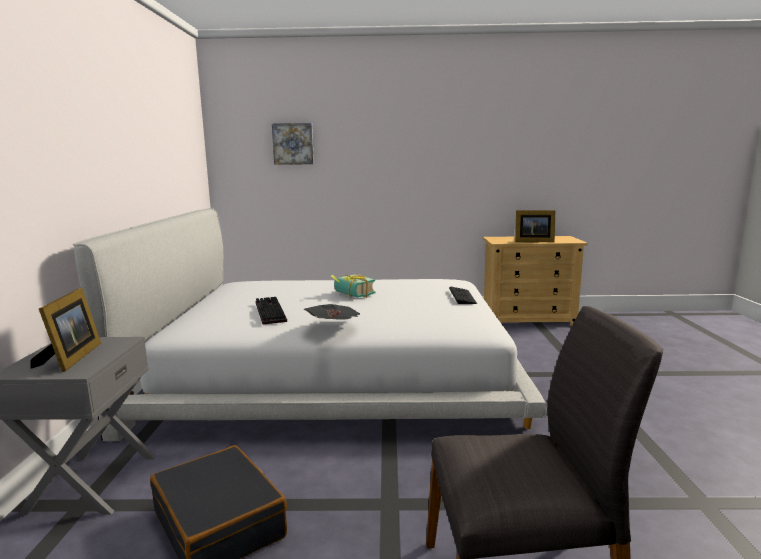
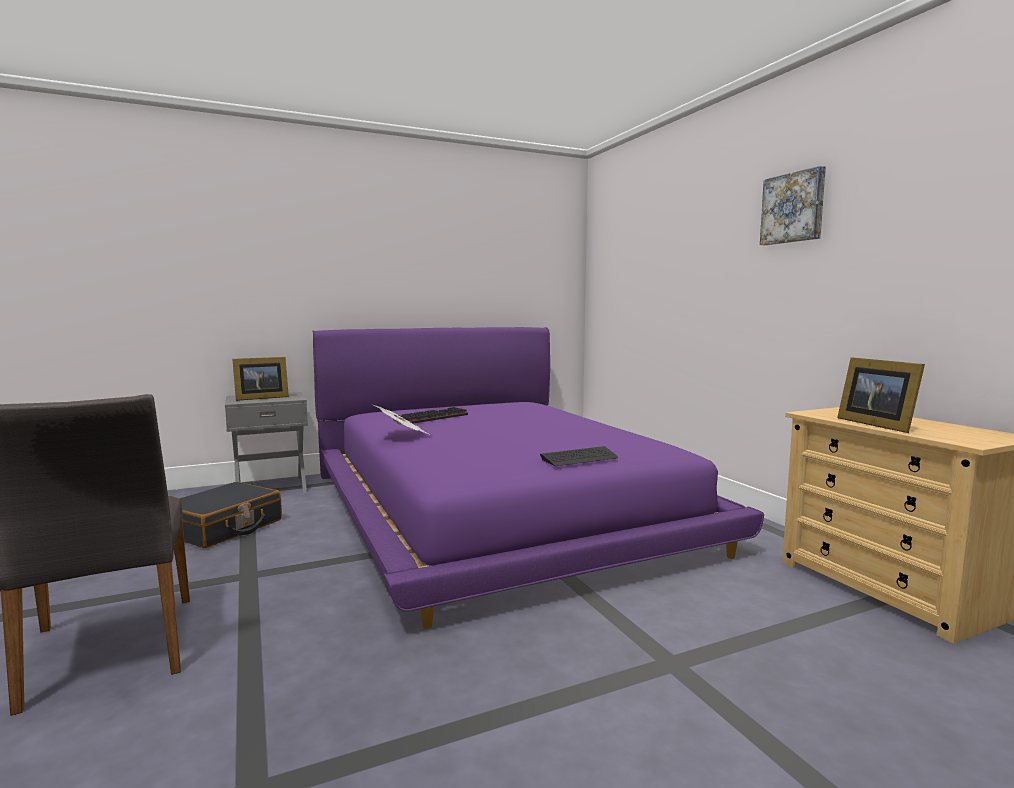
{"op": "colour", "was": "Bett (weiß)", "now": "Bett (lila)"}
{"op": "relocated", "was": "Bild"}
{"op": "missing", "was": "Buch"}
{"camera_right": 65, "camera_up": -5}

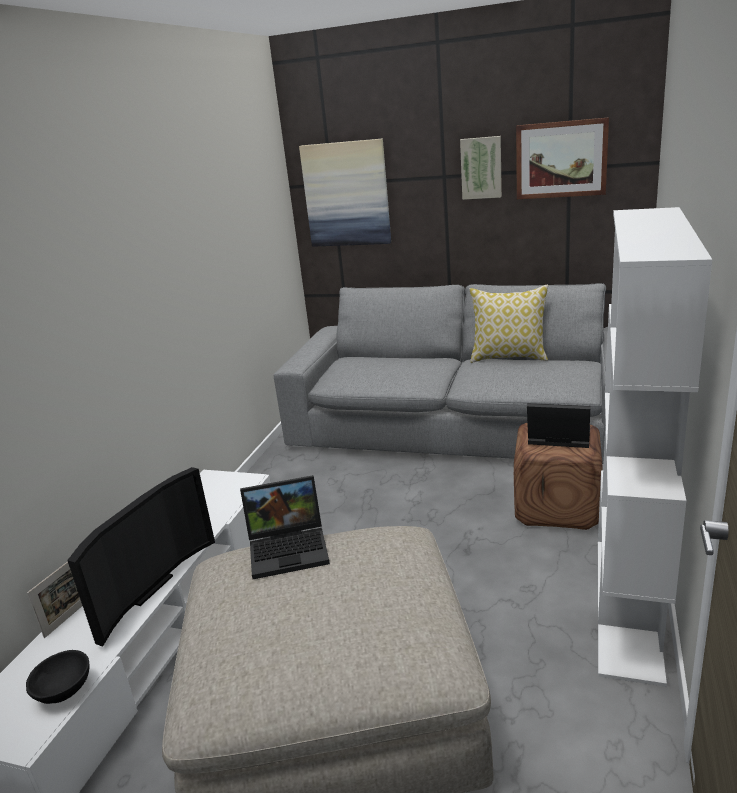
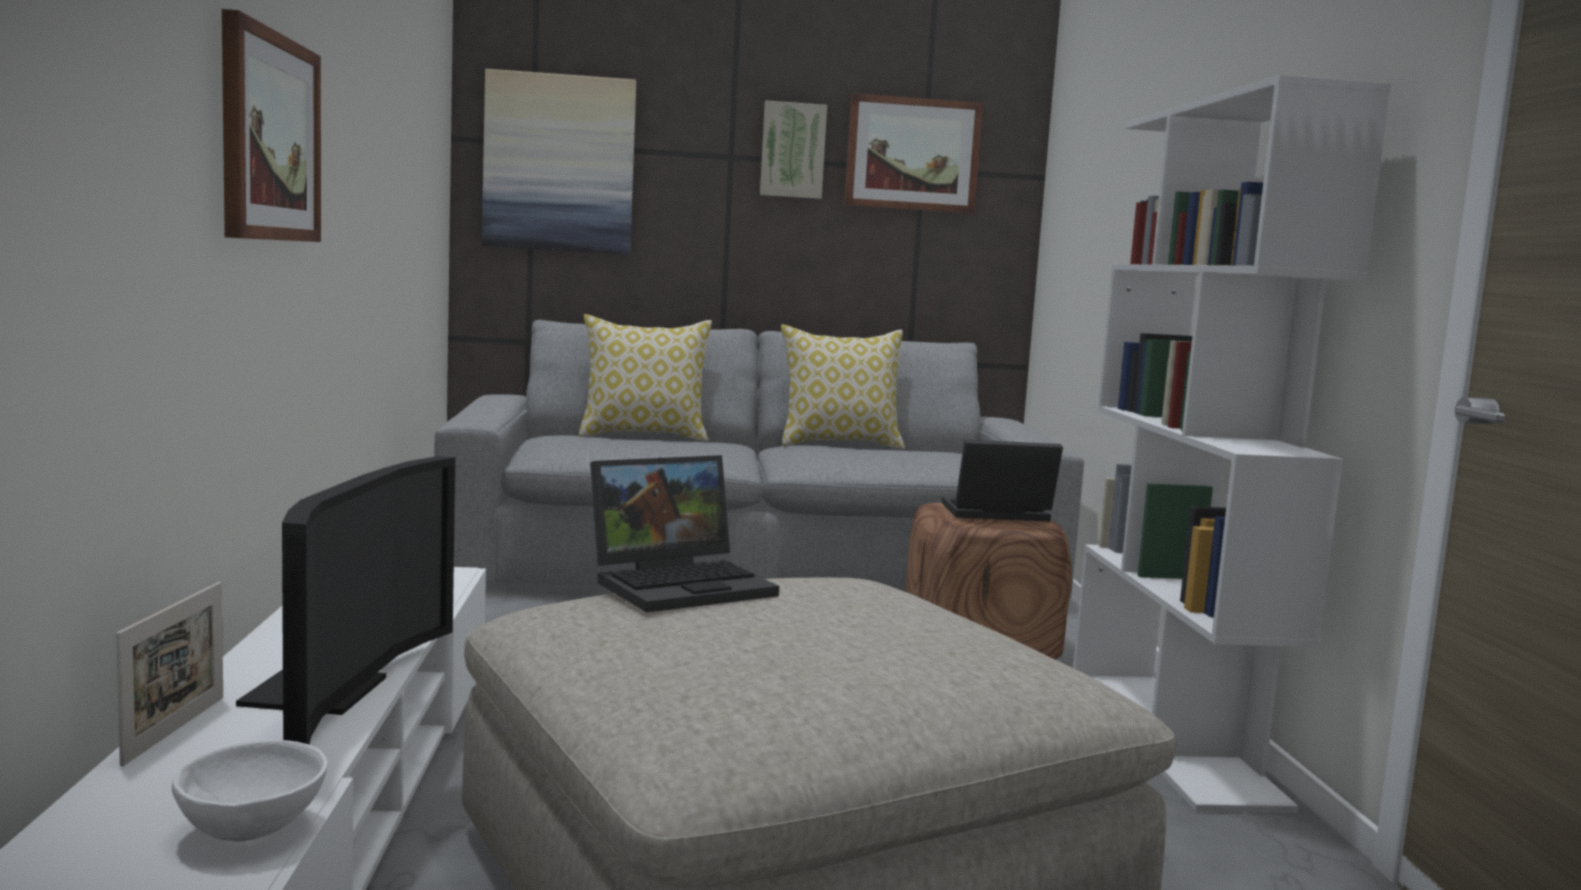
{"op": "colour", "was": "Schüssel (schwarz)", "now": "Schüssel (weiß)"}
{"op": "appeared", "now": "Bild (no. 1 from left)"}
{"op": "appeared", "now": "Kissen (no. 1 from left)"}
{"camera_right": -25, "camera_up": -15}

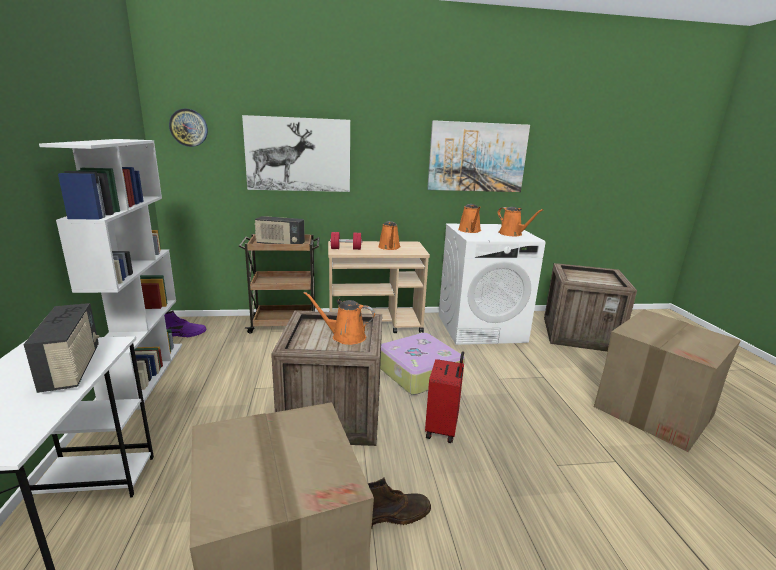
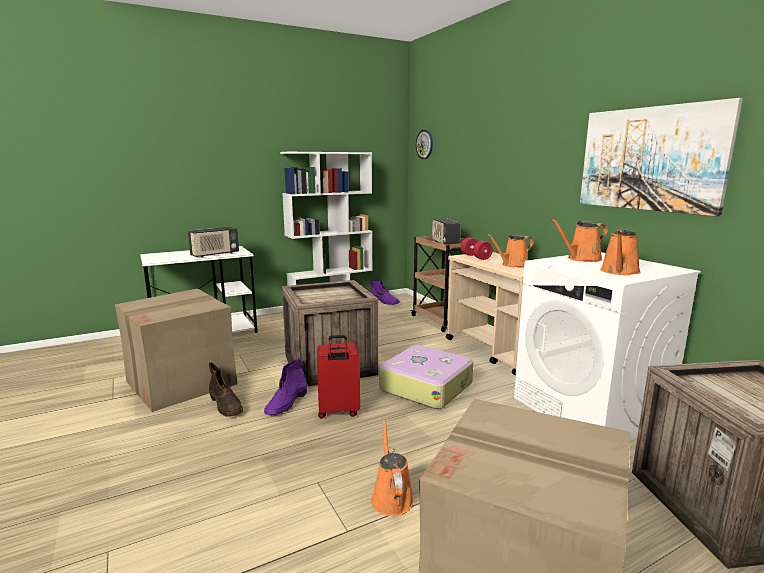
{"op": "appeared", "now": "Stiefel (lila) (no. 1 from left)"}
{"op": "relocated", "was": "Gießkanne (orange) (no. 1 from left)"}
{"op": "missing", "was": "Bild (no. 1 from left)"}
{"camera_right": 70, "camera_up": -5}

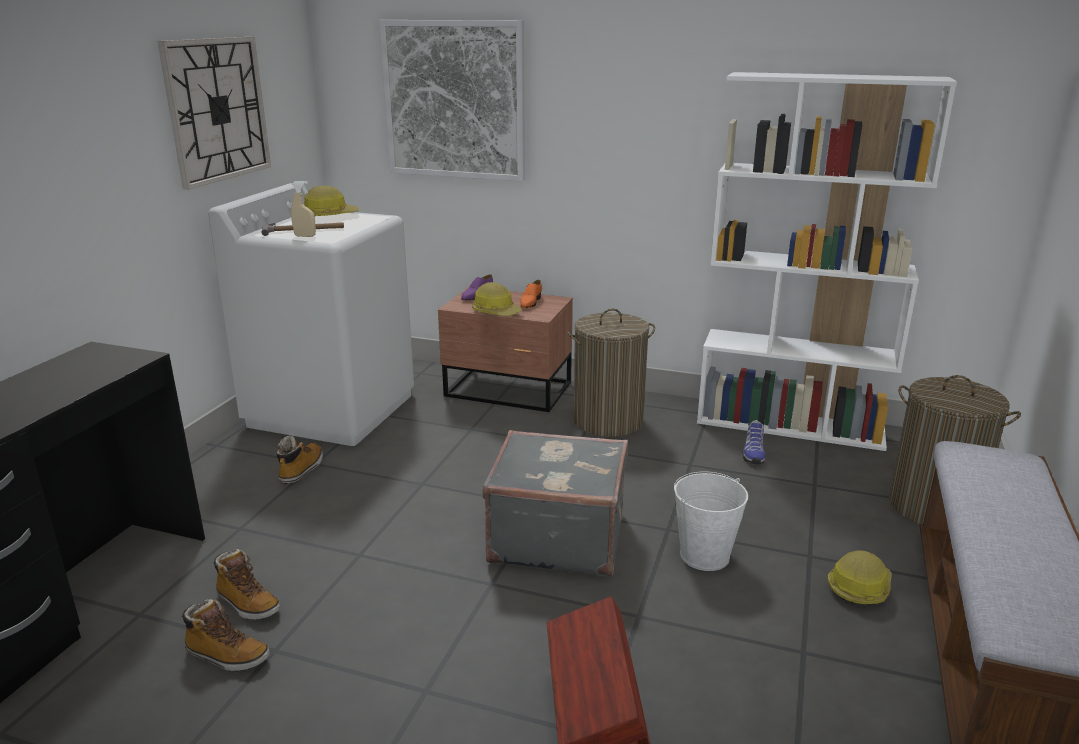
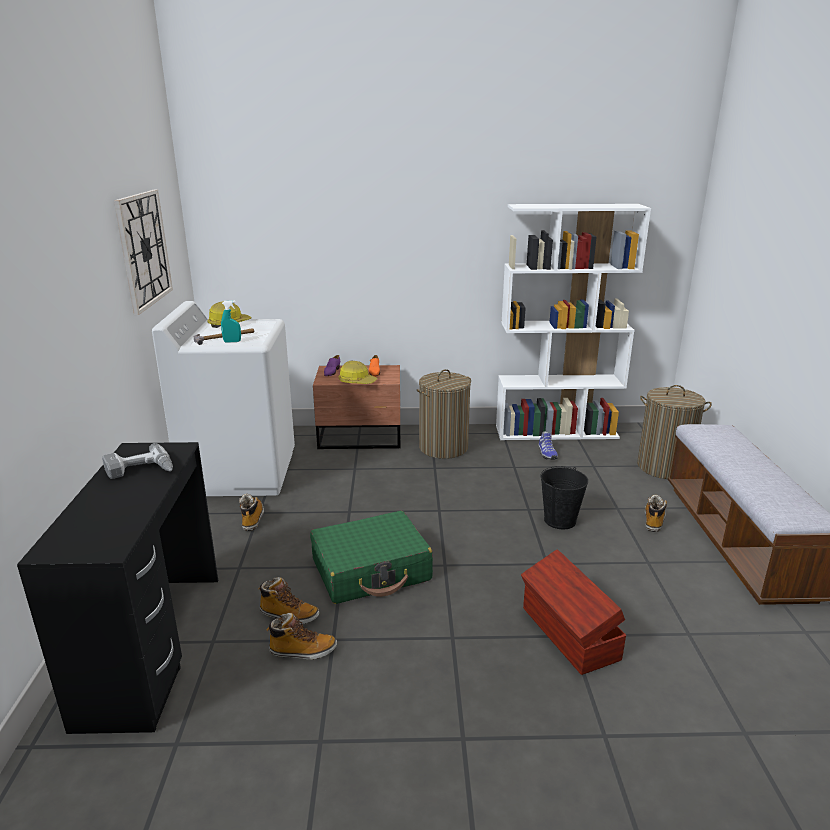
{"op": "appeared", "now": "Bohrmaschine"}
{"op": "colour", "was": "Sprühflasche (beige)", "now": "Sprühflasche (türkis)"}
{"op": "appeared", "now": "Koffer (grün)"}
{"op": "colour", "was": "Eimer (weiß)", "now": "Eimer (schwarz)"}
{"op": "exchanged", "was": "Schutzhelm (no. 3 from left)", "now": "Stiefel (no. 4 from left)"}
{"op": "missing", "was": "Bild"}
{"op": "missing", "was": "Koffer (grau)"}
{"camera_right": -20, "camera_up": 0}

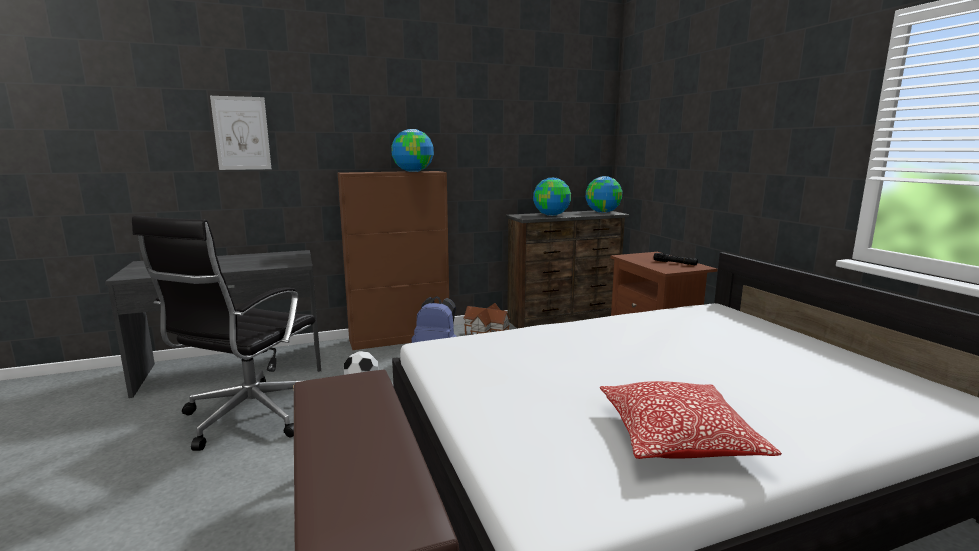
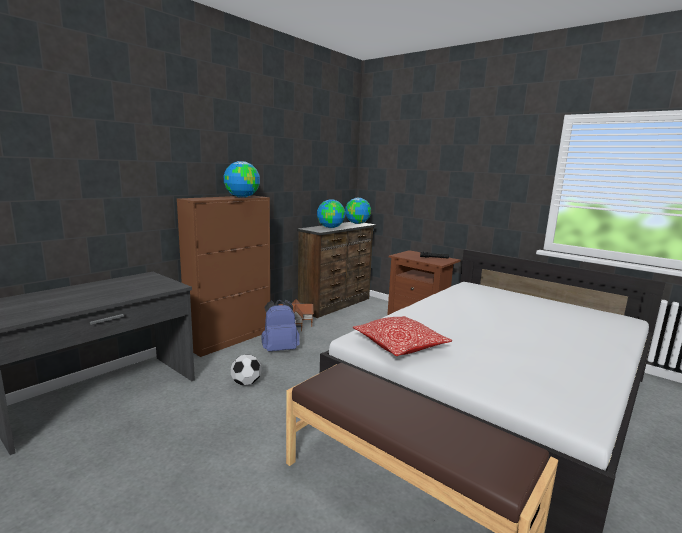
{"op": "relocated", "was": "Kissen"}
{"op": "missing", "was": "Bürostuhl (schwarz)"}
{"op": "missing", "was": "Bild"}
{"camera_right": -30, "camera_up": 0}

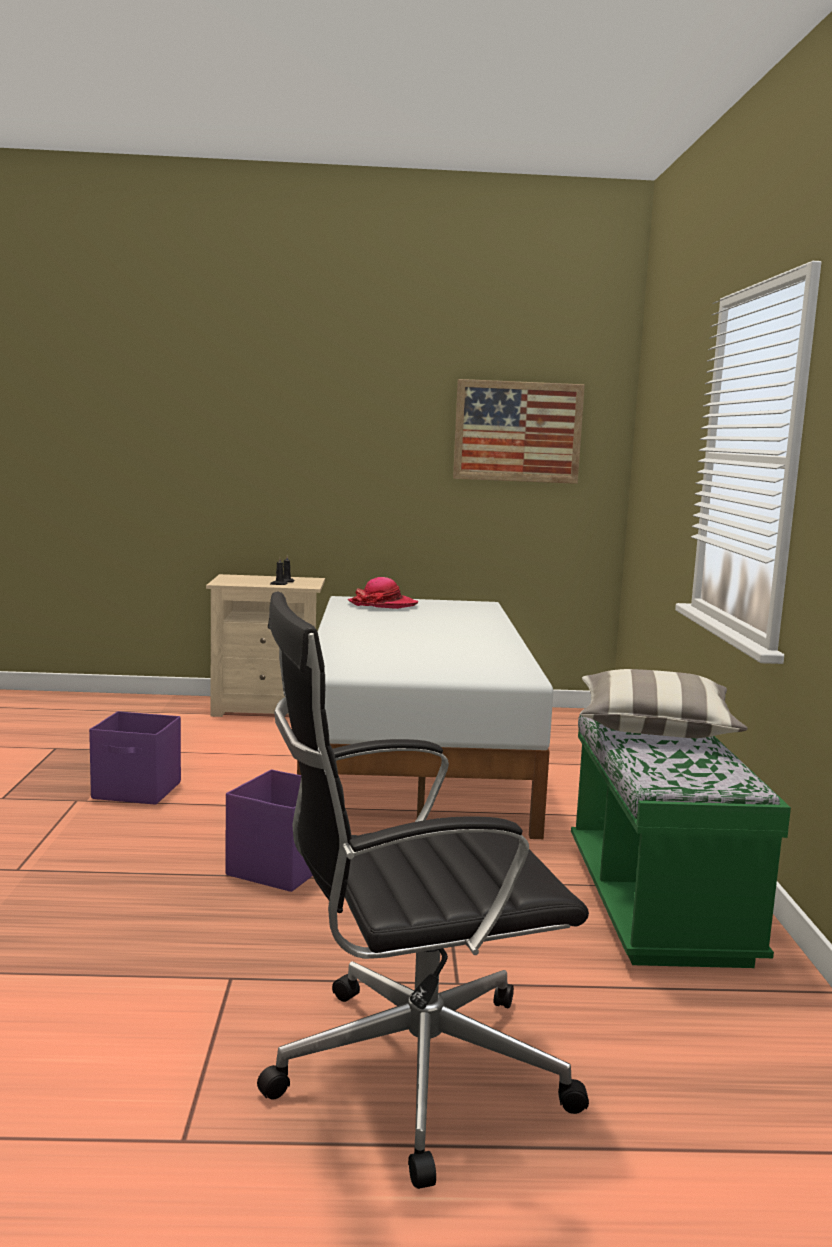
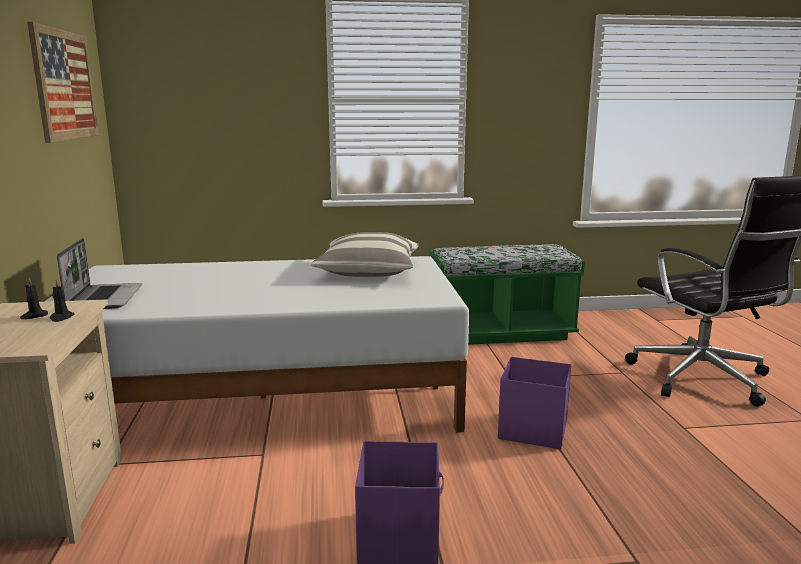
{"op": "exchanged", "was": "Hut", "now": "Laptop"}
{"op": "relocated", "was": "Kissen"}
{"camera_right": -95, "camera_up": 5}

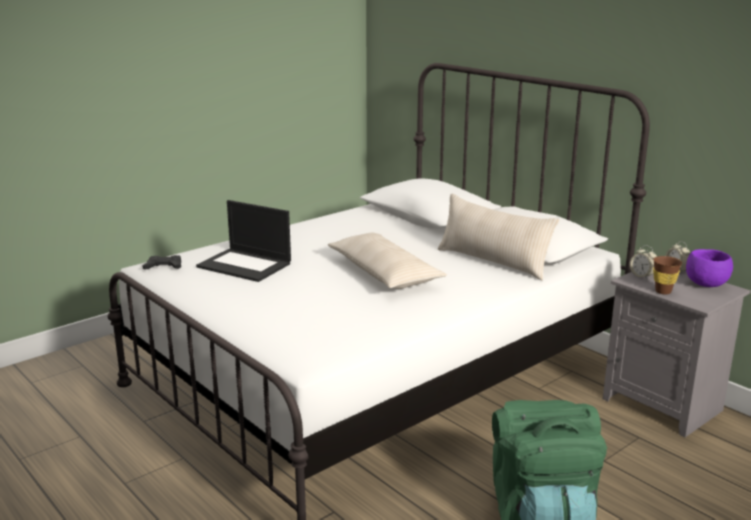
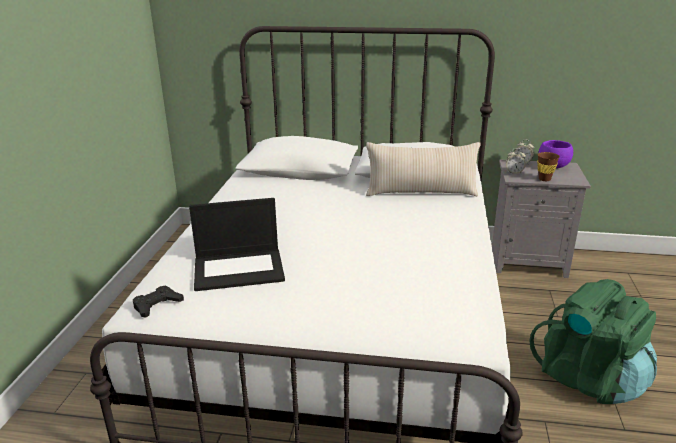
{"op": "missing", "was": "Kissen (beige) (no. 1 from left)"}
{"camera_right": -40, "camera_up": 5}

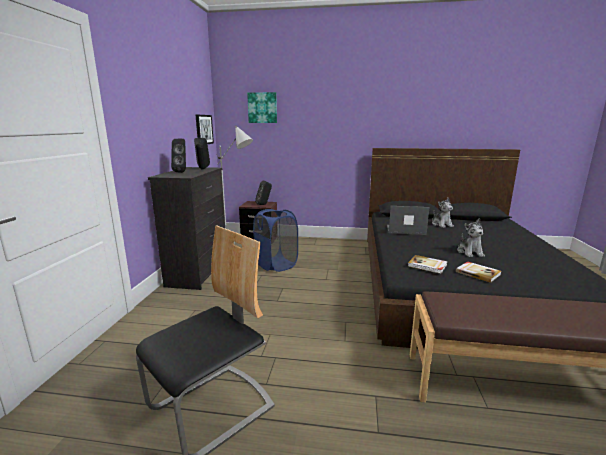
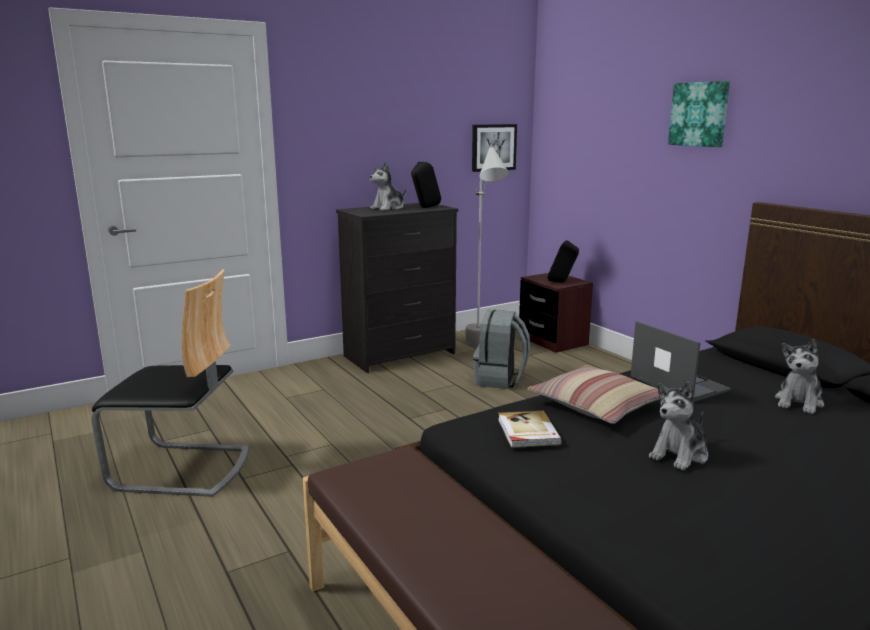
{"op": "exchanged", "was": "Lautsprecher (schwarz) (no. 1 from left)", "now": "Plüschtier (no. 1 from left)"}
{"op": "exchanged", "was": "Wäschekorb (blau)", "now": "Rucksack (grau)"}
{"op": "appeared", "now": "Kissen"}
{"op": "relocated", "was": "Bild (no. 2 from left)"}
{"op": "missing", "was": "Buch (no. 2 from left)"}
{"camera_right": 50, "camera_up": 0}

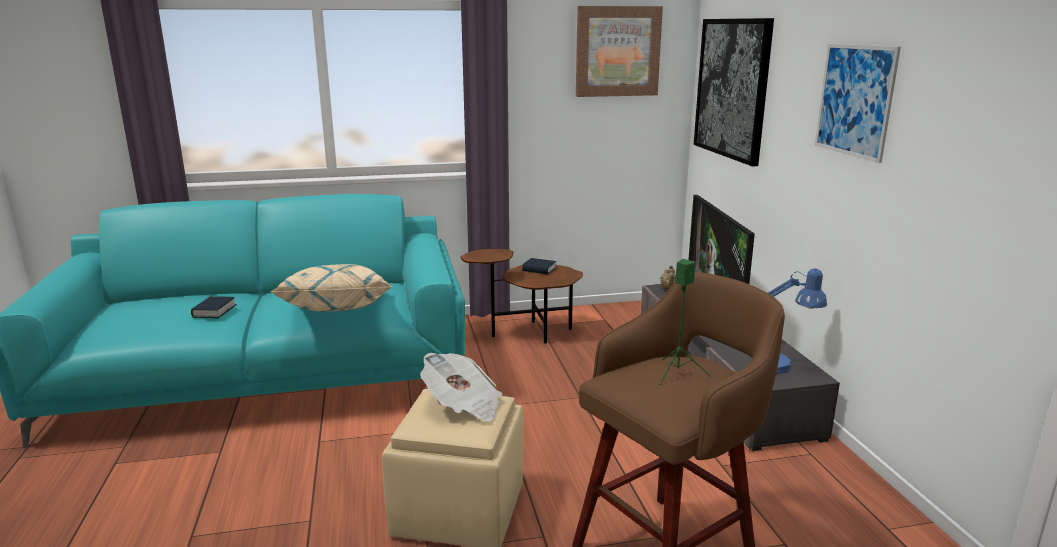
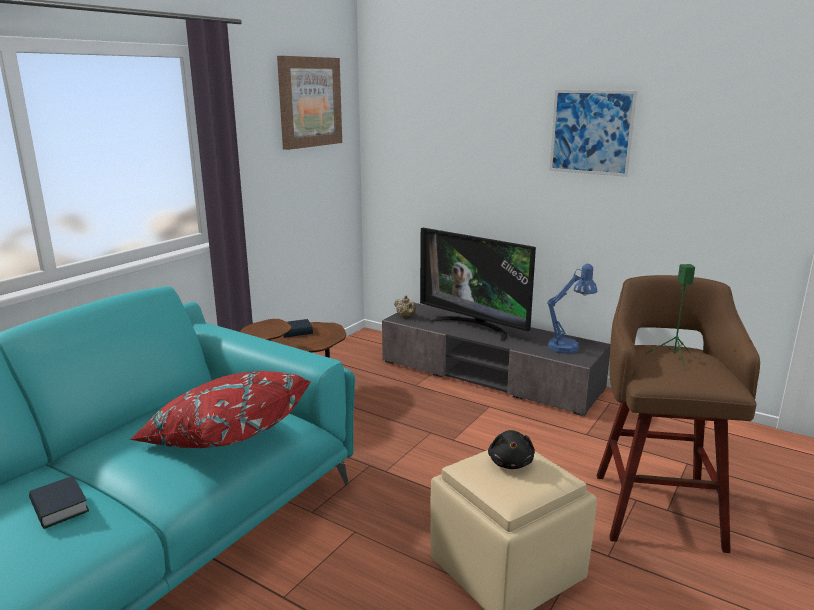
{"op": "colour", "was": "Kissen (beige)", "now": "Kissen (rot)"}
{"op": "exchanged", "was": "Zeitung", "now": "Plüschtier (schwarz)"}
{"op": "missing", "was": "Bild (no. 2 from left)"}
{"camera_right": -45, "camera_up": 0}

